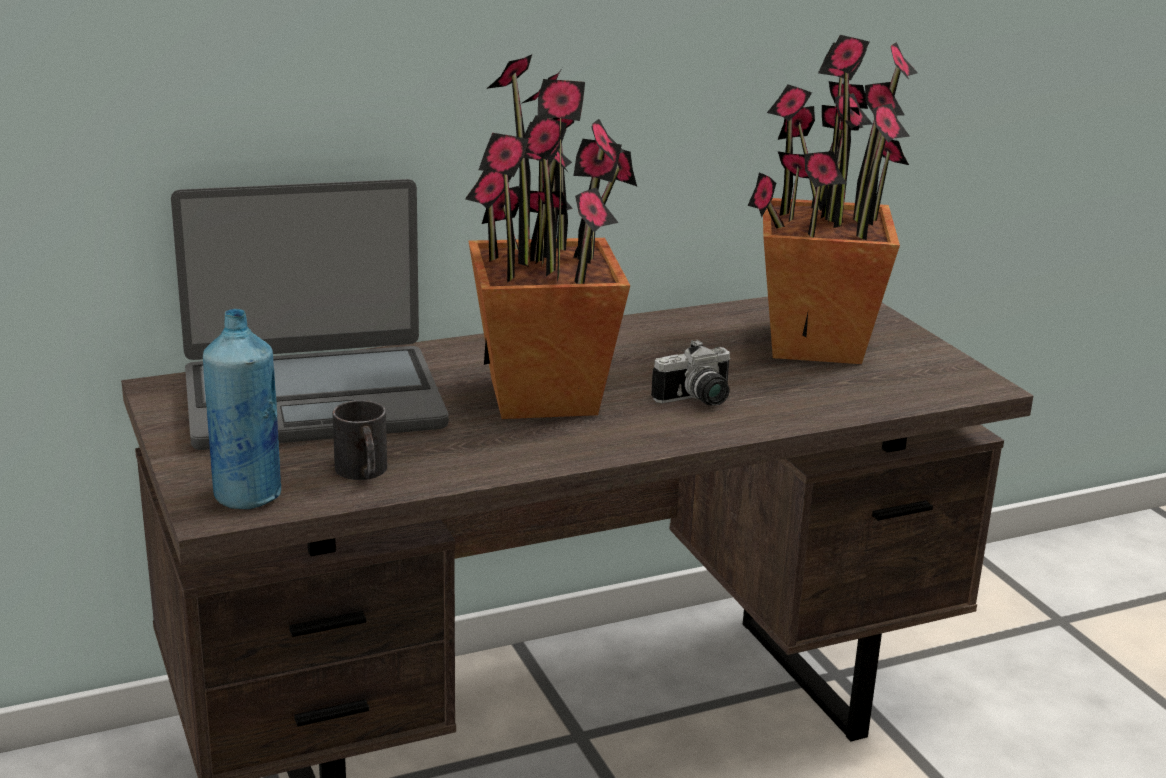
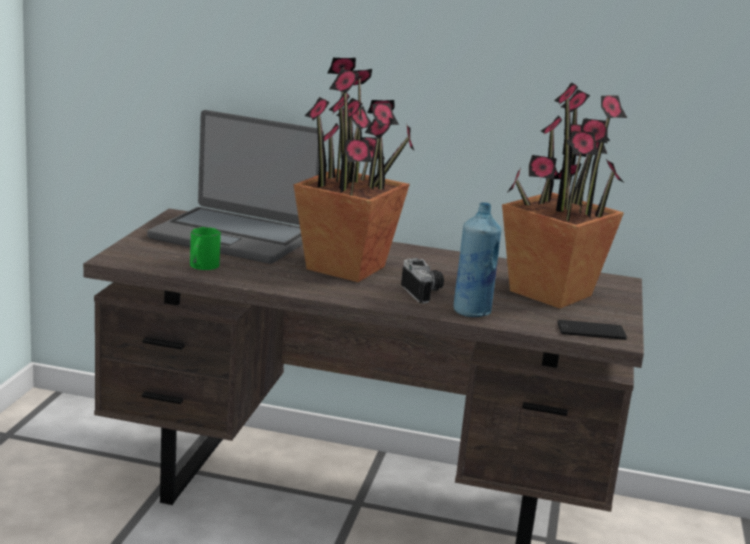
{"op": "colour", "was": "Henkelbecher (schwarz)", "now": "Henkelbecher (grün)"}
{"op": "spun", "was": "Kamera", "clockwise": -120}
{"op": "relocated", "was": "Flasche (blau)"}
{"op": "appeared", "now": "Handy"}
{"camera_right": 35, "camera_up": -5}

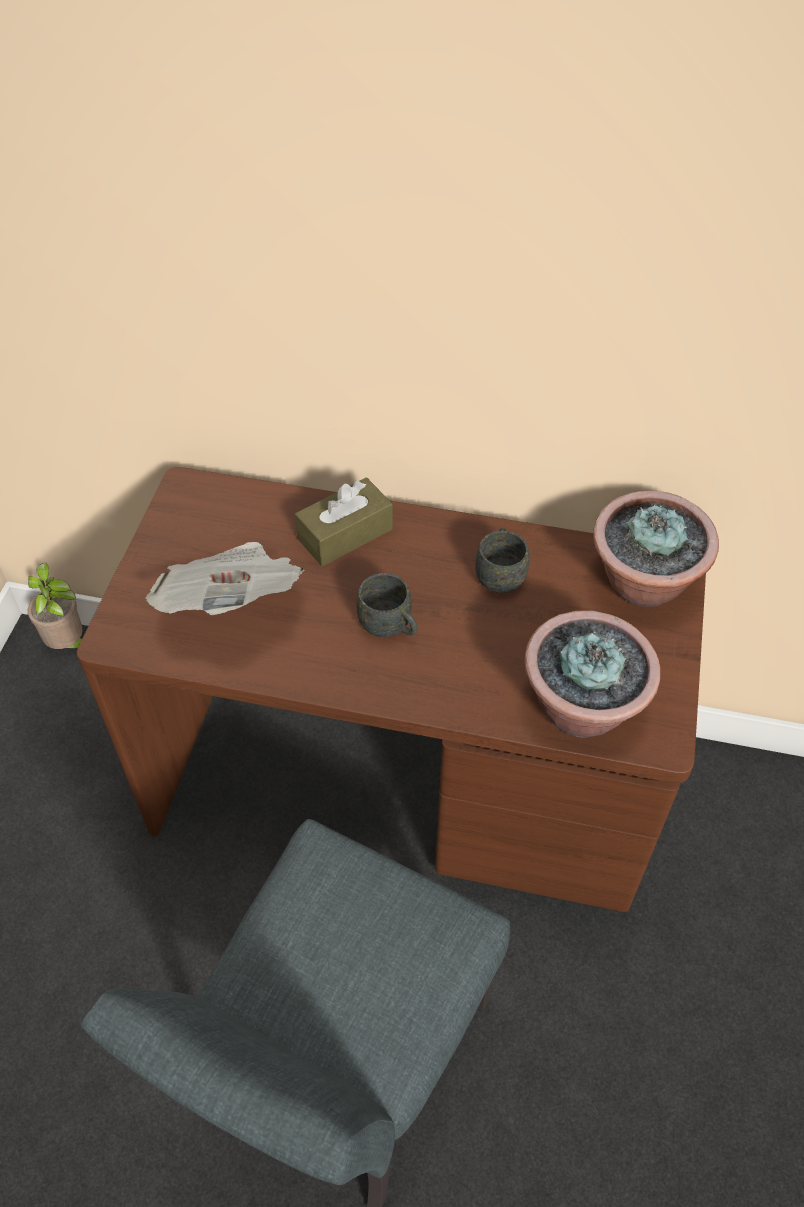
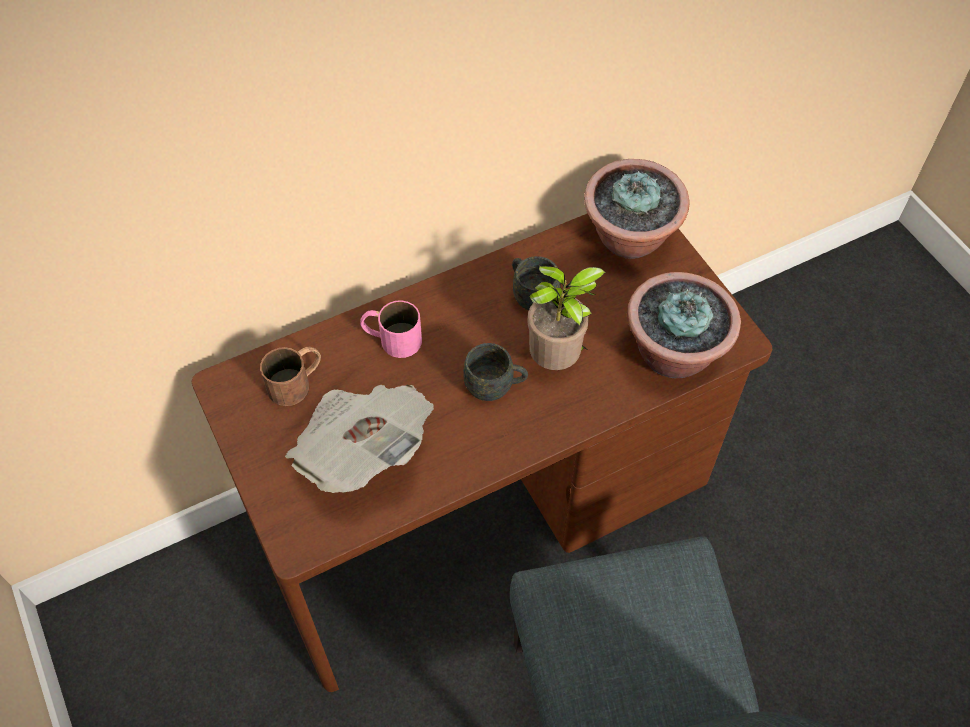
{"op": "appeared", "now": "Henkelbecher (braun)"}
{"op": "exchanged", "was": "Taschentuchbox (braun)", "now": "Henkelbecher (rosa)"}
{"op": "relocated", "was": "Topfpflanze (no. 1 from left)"}
{"camera_right": -40, "camera_up": 5}

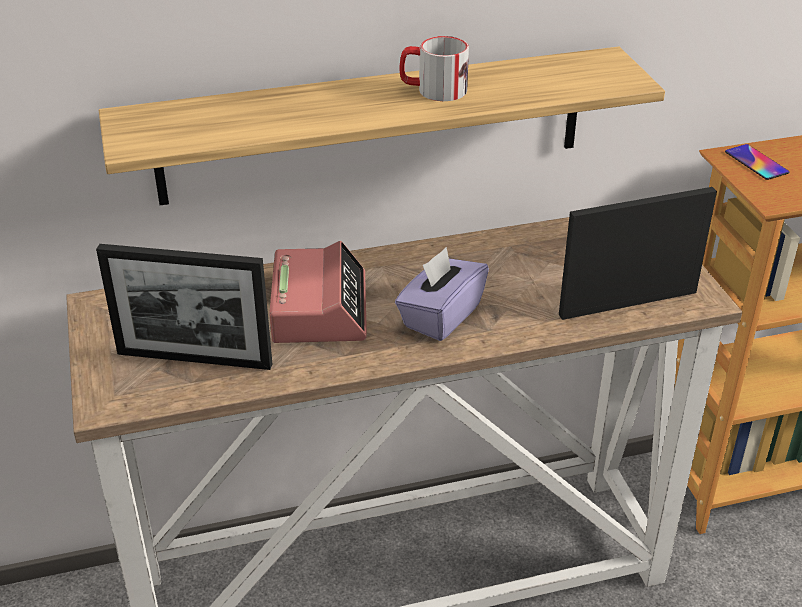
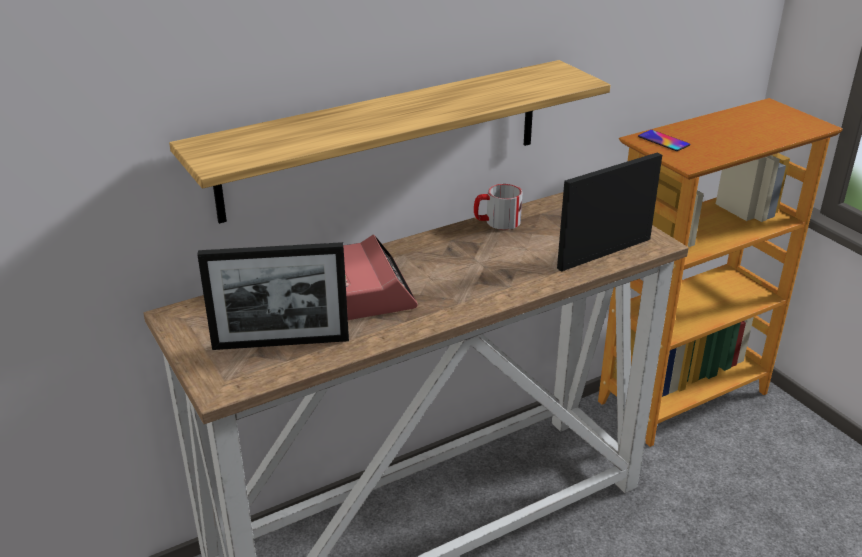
{"op": "relocated", "was": "Henkelbecher"}
{"op": "missing", "was": "Taschentuchbox (lila)"}
{"camera_right": -15, "camera_up": -5}

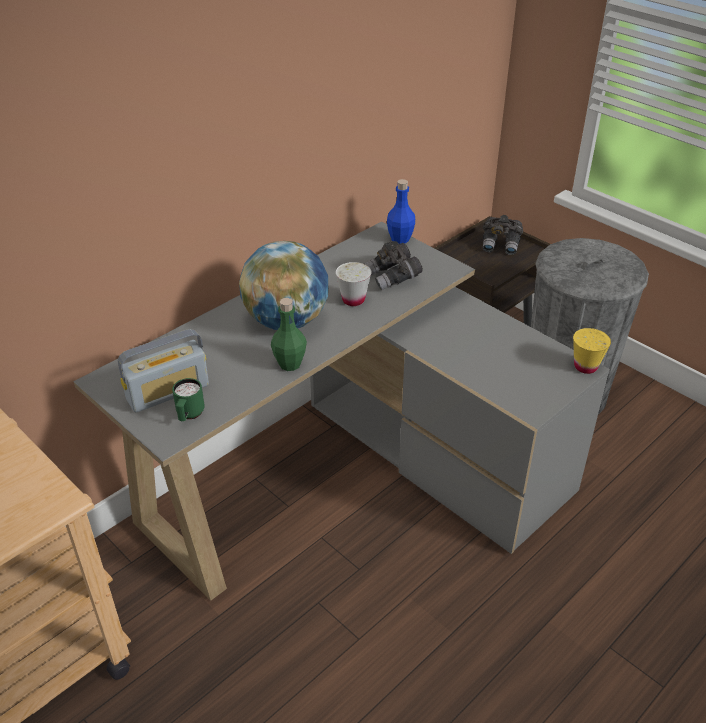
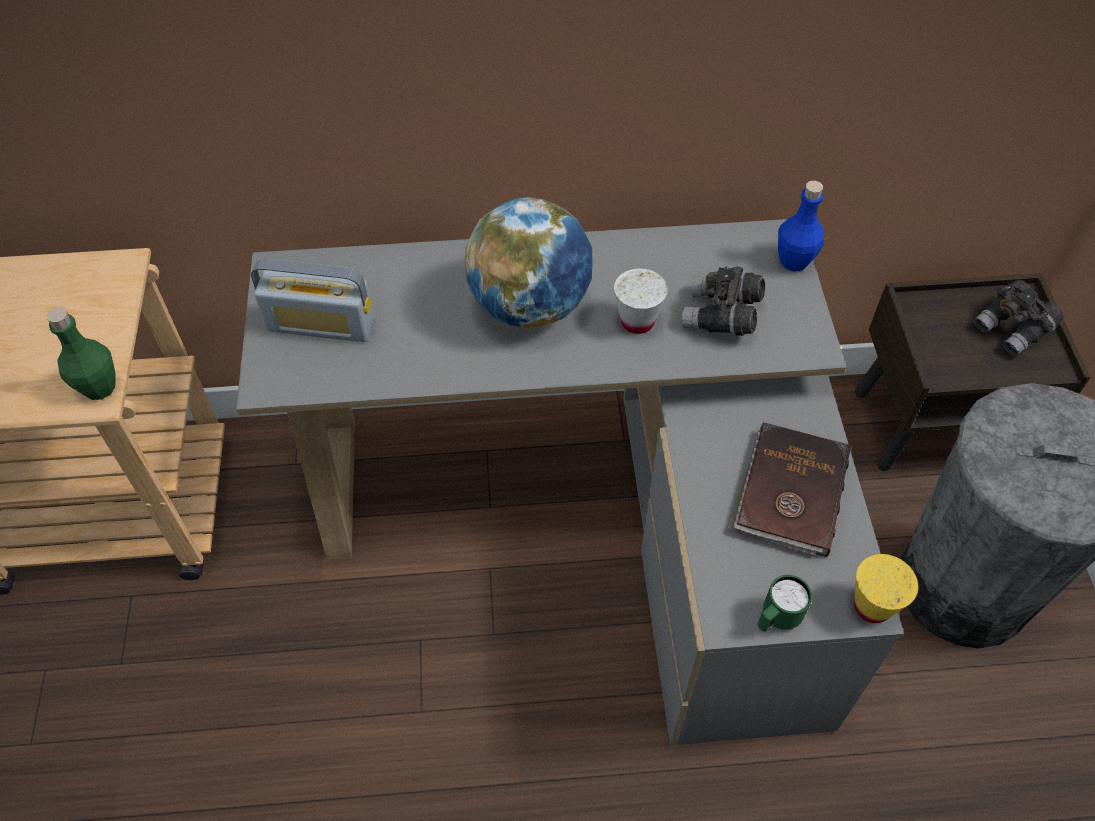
{"op": "relocated", "was": "Flasche (grün)"}
{"op": "appeared", "now": "Buch (braun)"}
{"op": "relocated", "was": "Henkelbecher (grün)"}
{"camera_right": 40, "camera_up": 15}

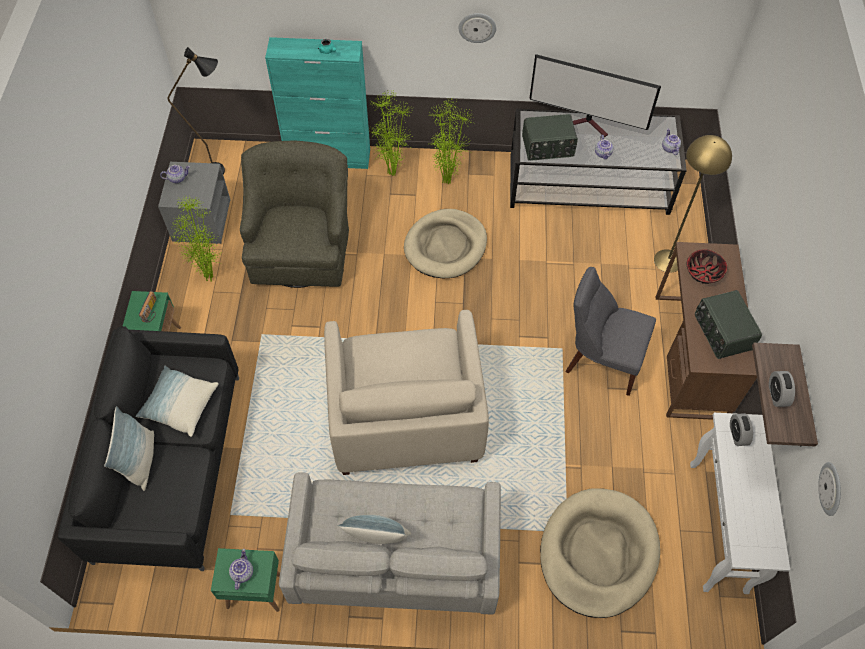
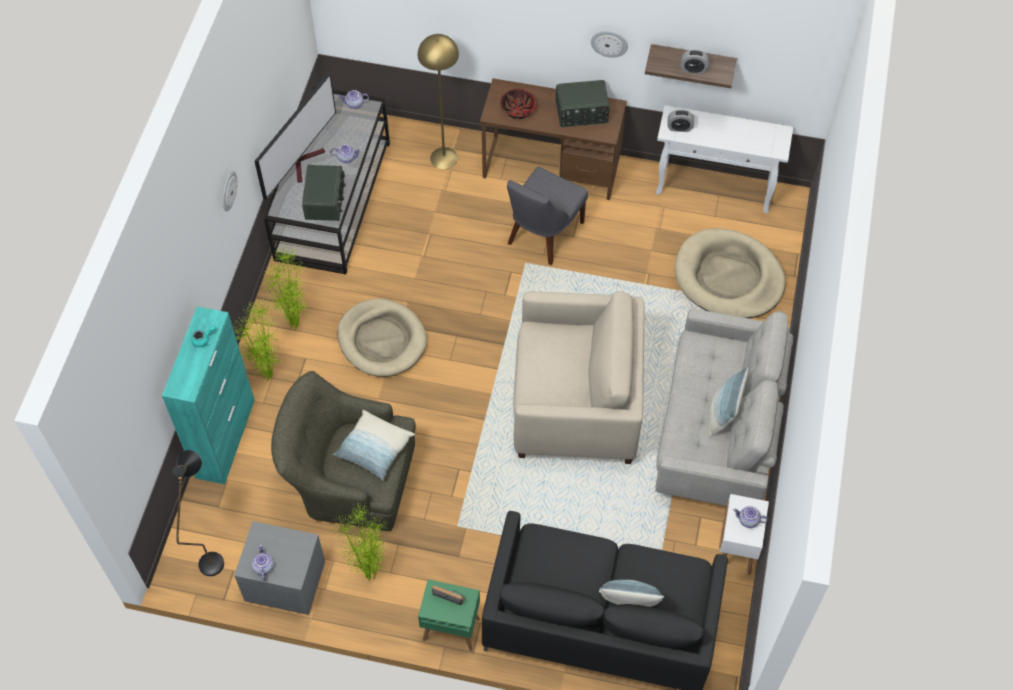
{"op": "relocated", "was": "Kissen (no. 2 from left in the first image)", "now": "Kissen (no. 1 from left)"}
{"op": "relocated", "was": "Wanduhr (no. 2 from left)"}
{"op": "colour", "was": "Beistelltisch (grün) (no. 2 from left)", "now": "Beistelltisch (weiß)"}
{"camera_right": -80, "camera_up": 0}

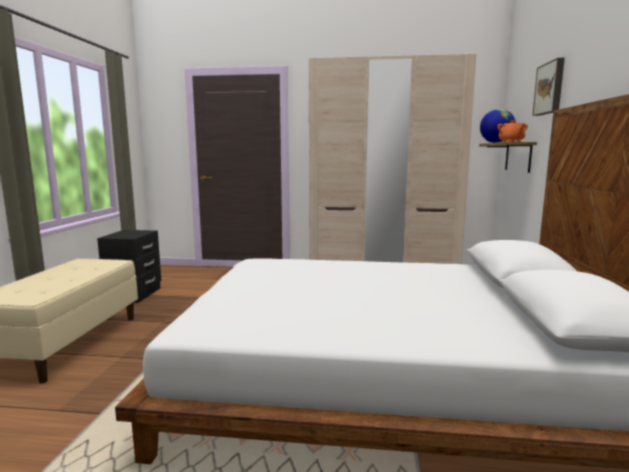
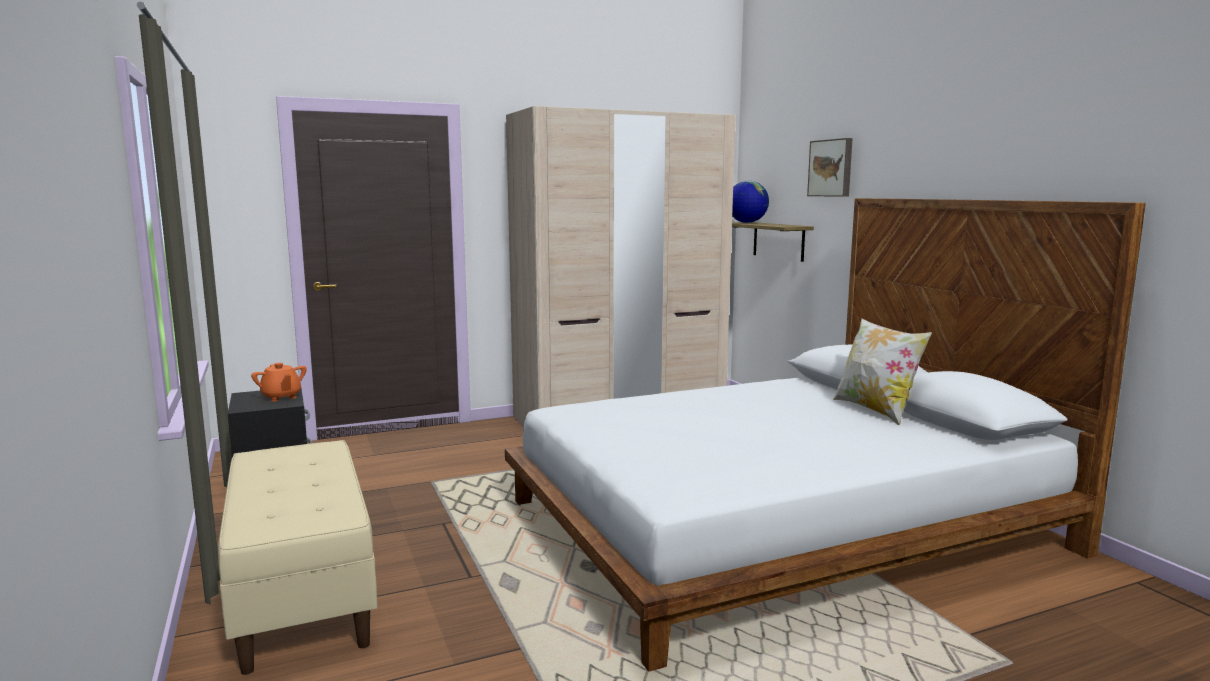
{"op": "relocated", "was": "Teekanne (orange)"}
{"op": "appeared", "now": "Kissen"}
{"camera_right": -30, "camera_up": 0}

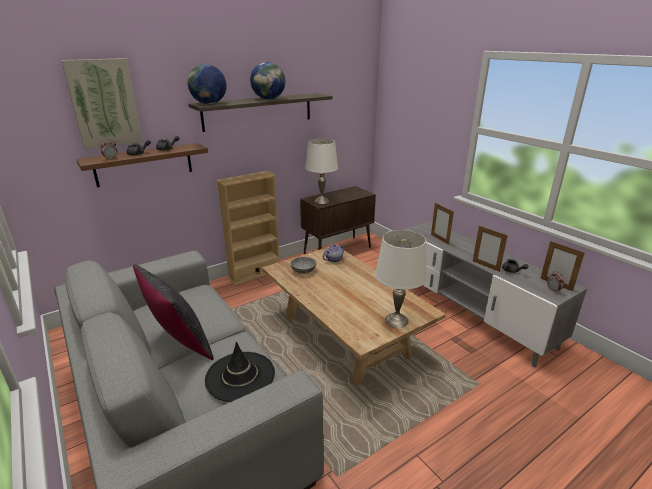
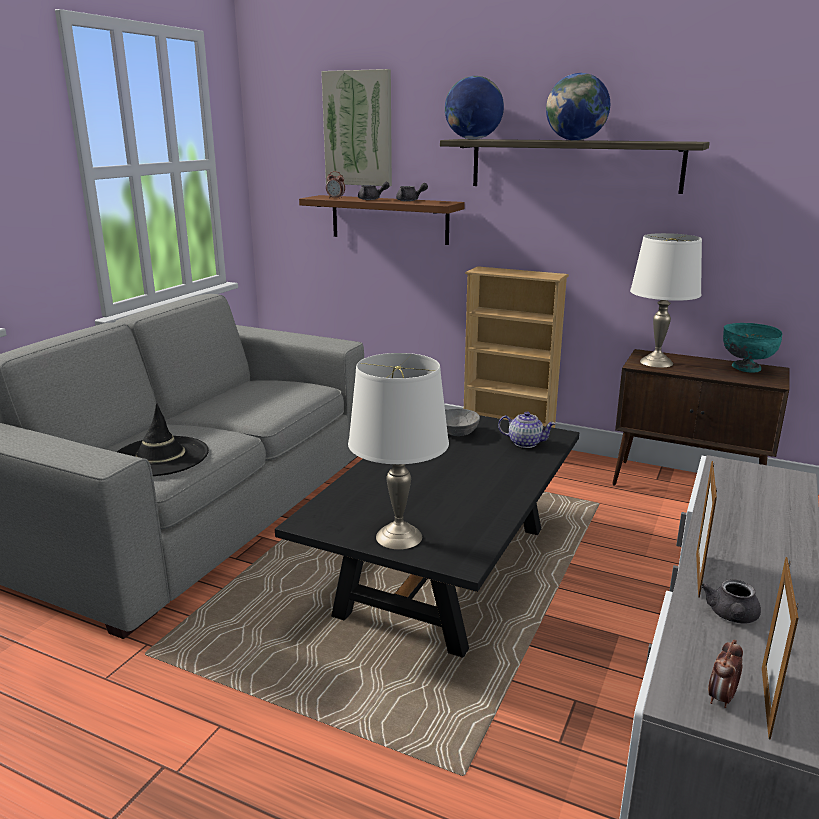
{"op": "colour", "was": "Couchtisch (beige)", "now": "Couchtisch (schwarz)"}
{"op": "appeared", "now": "Schüssel (türkis)"}
{"op": "missing", "was": "Kissen (schwarz)"}
{"op": "missing", "was": "Bilderrahmen (no. 1 from left)"}
{"camera_right": 60, "camera_up": -5}

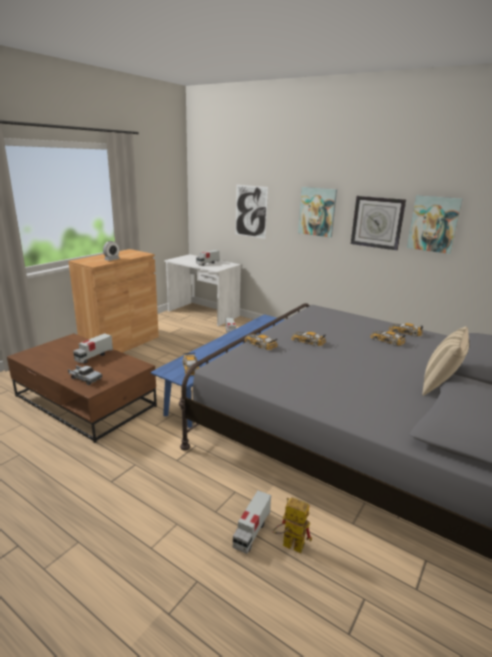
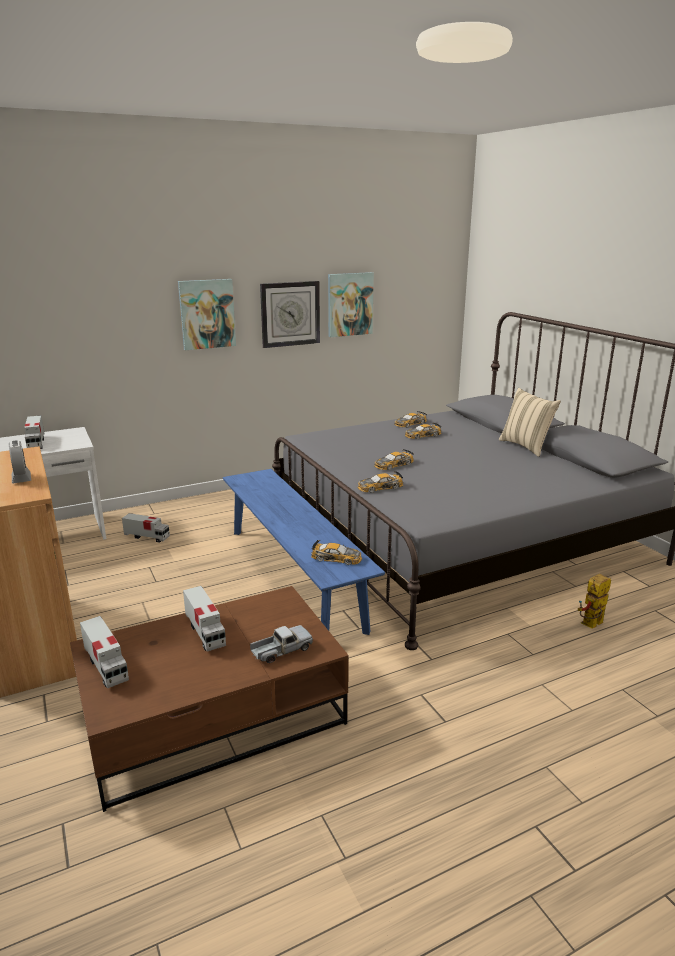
{"op": "relocated", "was": "Spielzeuglaster (no. 5 from left in the first image)", "now": "Spielzeuglaster (no. 2 from left)"}
{"op": "missing", "was": "Bild (no. 1 from left)"}
{"camera_right": -60, "camera_up": 0}

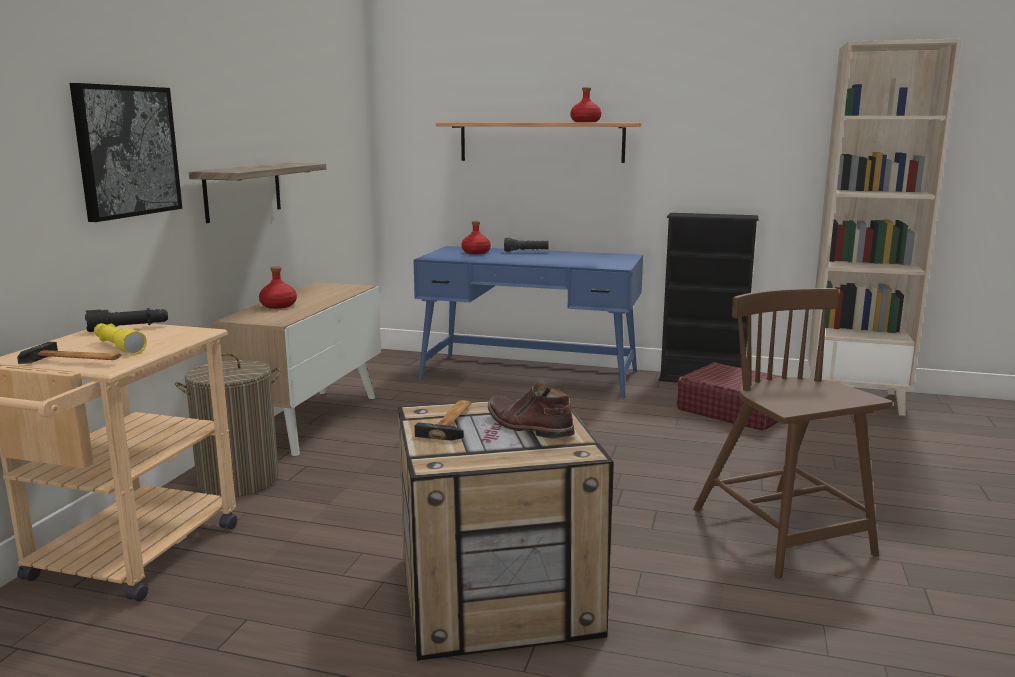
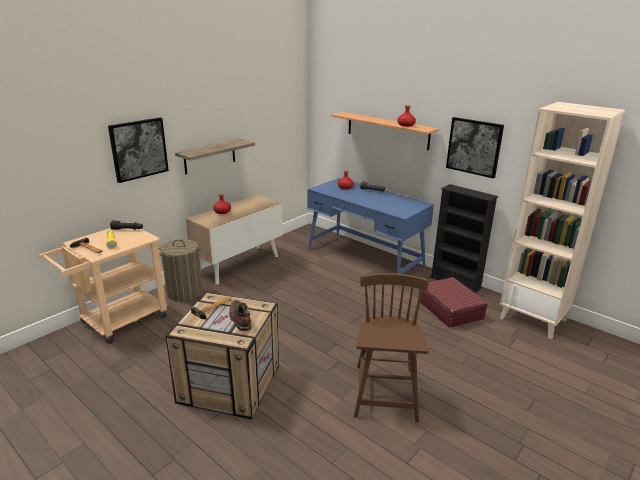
{"op": "appeared", "now": "Bild (no. 2 from left)"}
{"camera_right": 25, "camera_up": 10}

